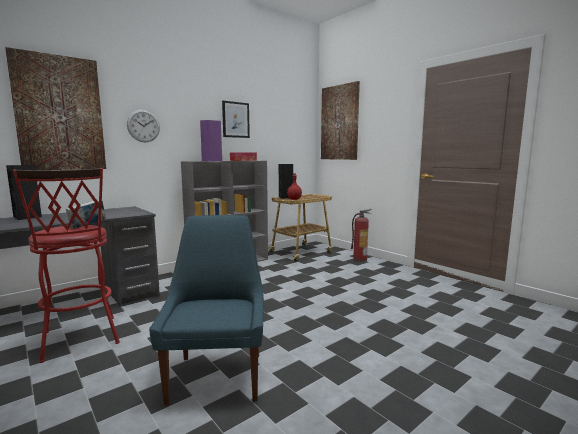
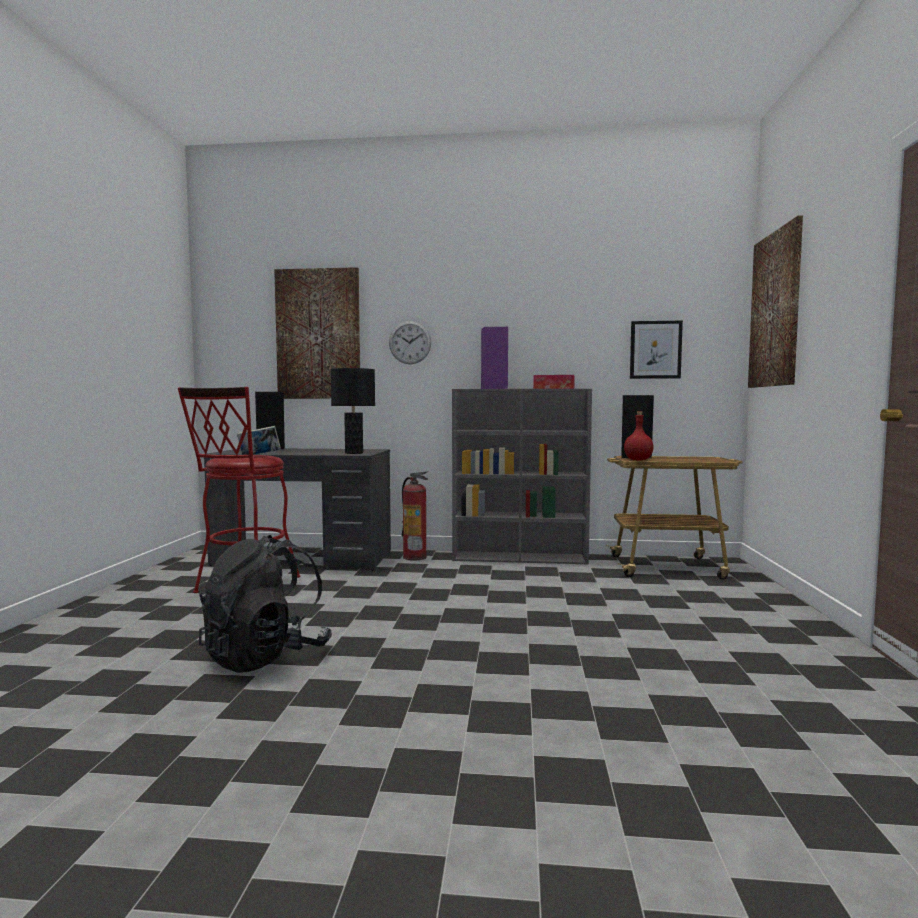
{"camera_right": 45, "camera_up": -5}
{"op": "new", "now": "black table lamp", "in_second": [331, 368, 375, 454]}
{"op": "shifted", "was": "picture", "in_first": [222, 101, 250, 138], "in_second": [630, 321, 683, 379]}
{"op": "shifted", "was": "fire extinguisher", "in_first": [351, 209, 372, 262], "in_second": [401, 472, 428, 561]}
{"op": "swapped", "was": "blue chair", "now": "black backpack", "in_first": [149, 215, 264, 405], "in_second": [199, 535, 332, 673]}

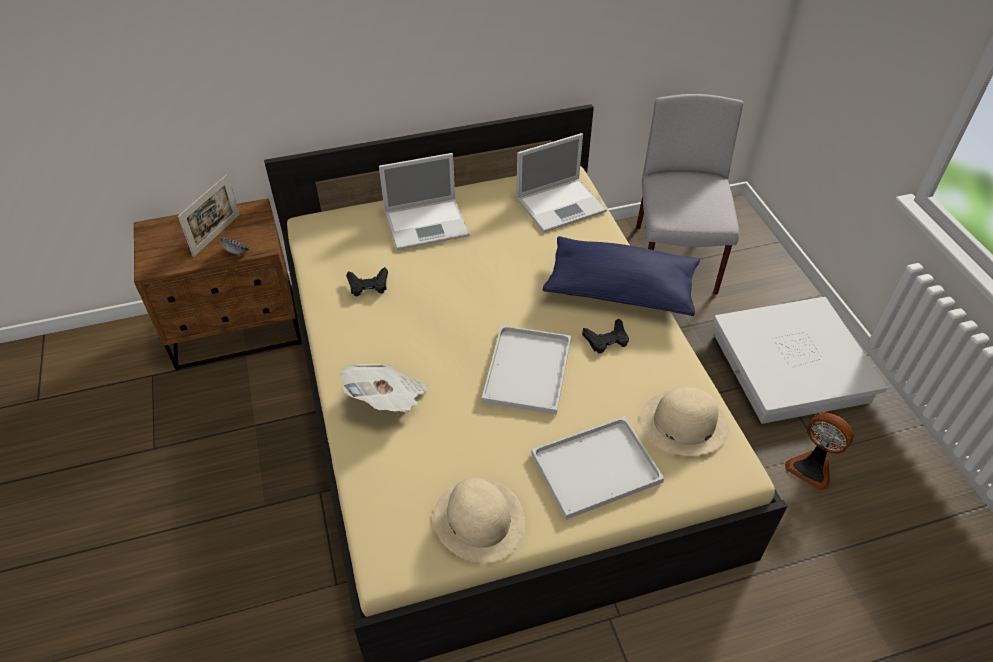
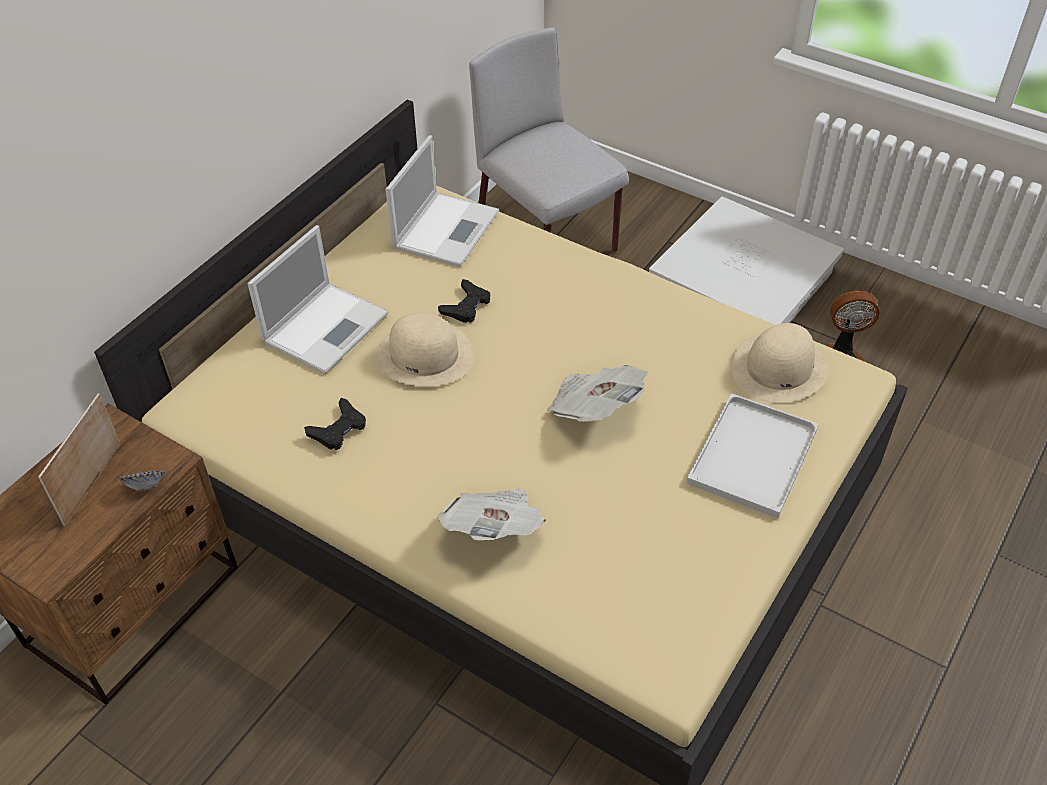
{"camera_right": -40, "camera_up": 0}
{"op": "gone", "was": "blue pillow", "in_first": [543, 236, 700, 316]}
{"op": "shifted", "was": "beige hat", "in_first": [433, 478, 525, 563], "in_second": [375, 313, 474, 386]}
{"op": "shifted", "was": "black game controller", "in_first": [582, 318, 629, 354], "in_second": [438, 279, 490, 323]}
{"op": "swapped", "was": "white tray", "now": "newspaper", "in_first": [482, 325, 571, 415], "in_second": [547, 365, 648, 422]}
{"op": "rotated", "was": "picture frame", "in_first": [178, 174, 240, 257], "in_second": [38, 393, 120, 526], "clockwise": -150}

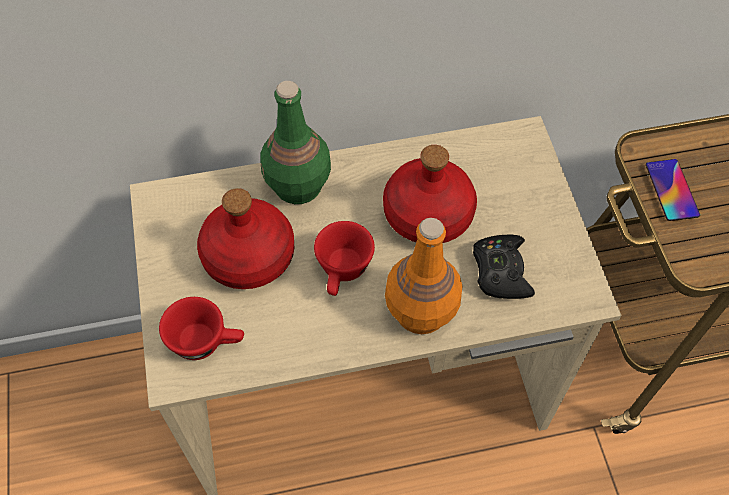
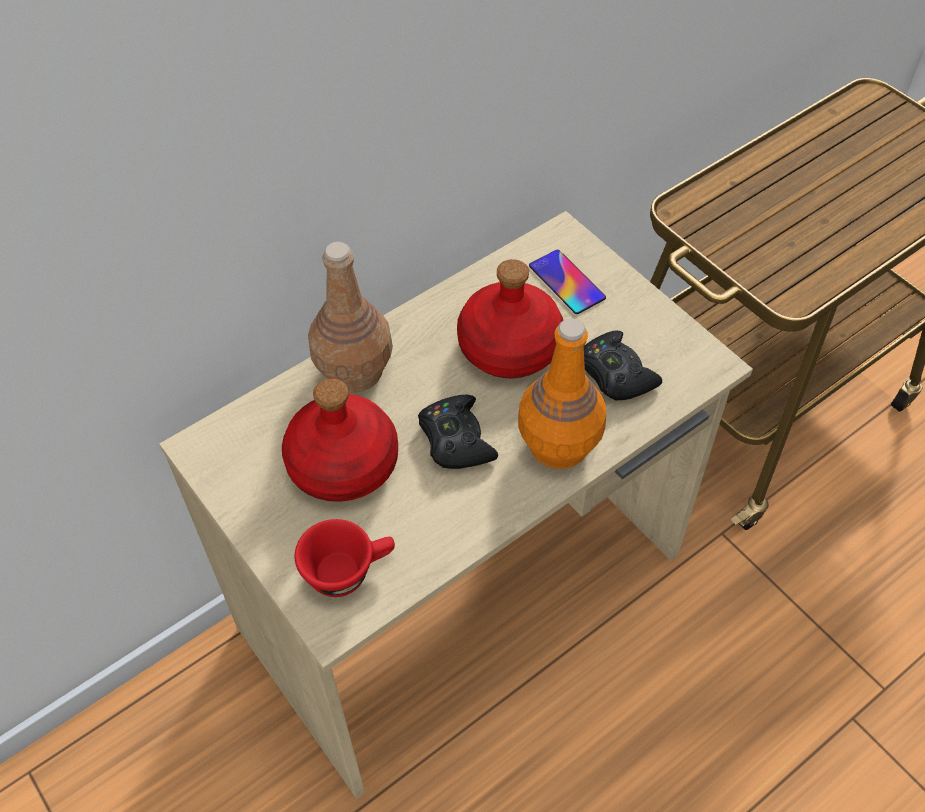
{"camera_right": -25, "camera_up": -5}
{"op": "shifted", "was": "phone", "in_first": [646, 159, 700, 221], "in_second": [529, 250, 606, 314]}
{"op": "swapped", "was": "red cup", "now": "black game controller", "in_first": [314, 221, 375, 296], "in_second": [418, 394, 498, 469]}
{"op": "repainted", "was": "green bottle", "now": "brown bottle", "in_first": [260, 81, 331, 204], "in_second": [308, 242, 393, 393]}

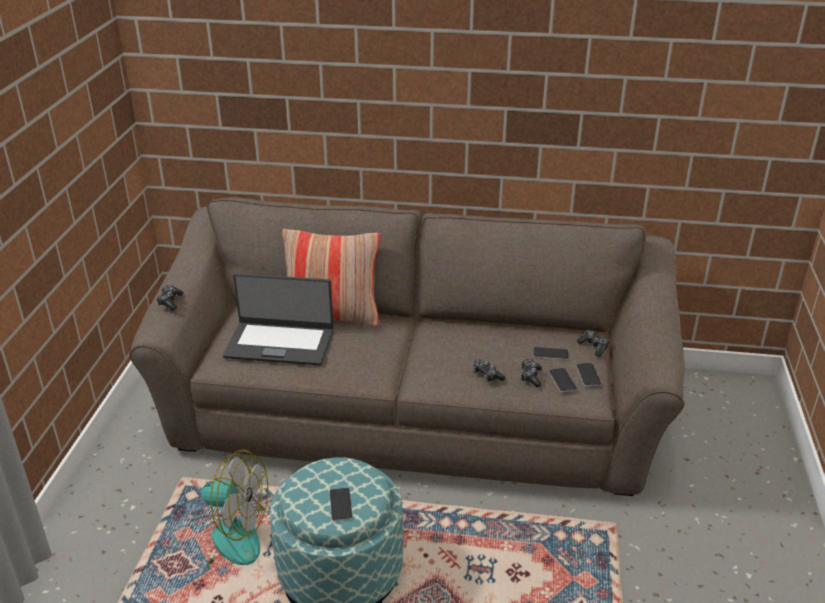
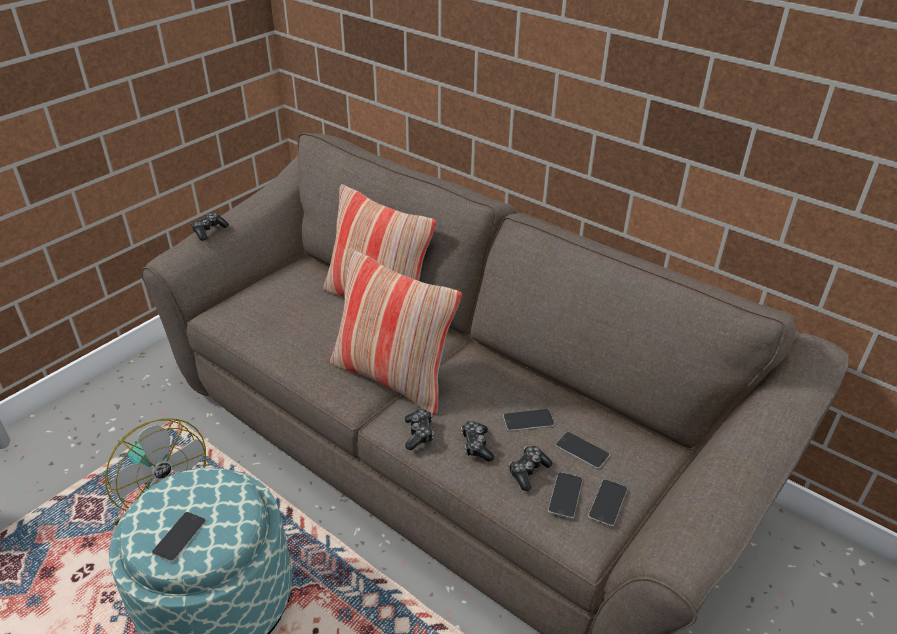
{"camera_right": 30, "camera_up": 5}
{"op": "gone", "was": "laptop", "in_first": [223, 273, 334, 366]}
{"op": "new", "now": "pillow", "in_second": [330, 248, 462, 415]}
{"op": "new", "now": "phone", "in_second": [503, 409, 555, 431]}
{"op": "shifted", "was": "game controller", "in_first": [577, 330, 609, 356], "in_second": [405, 409, 434, 450]}

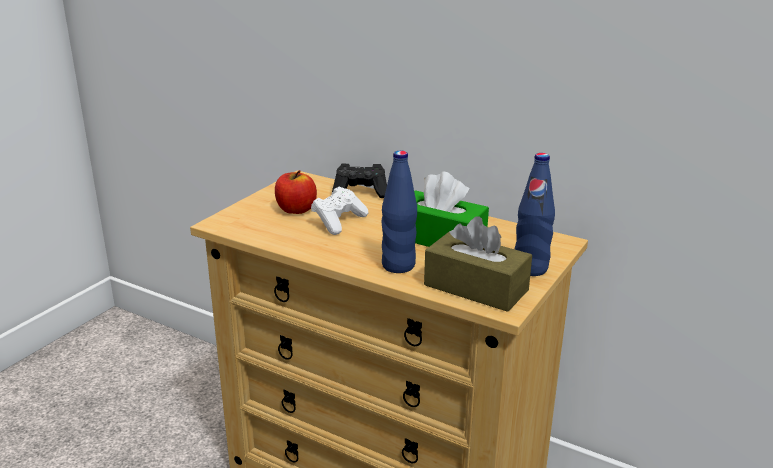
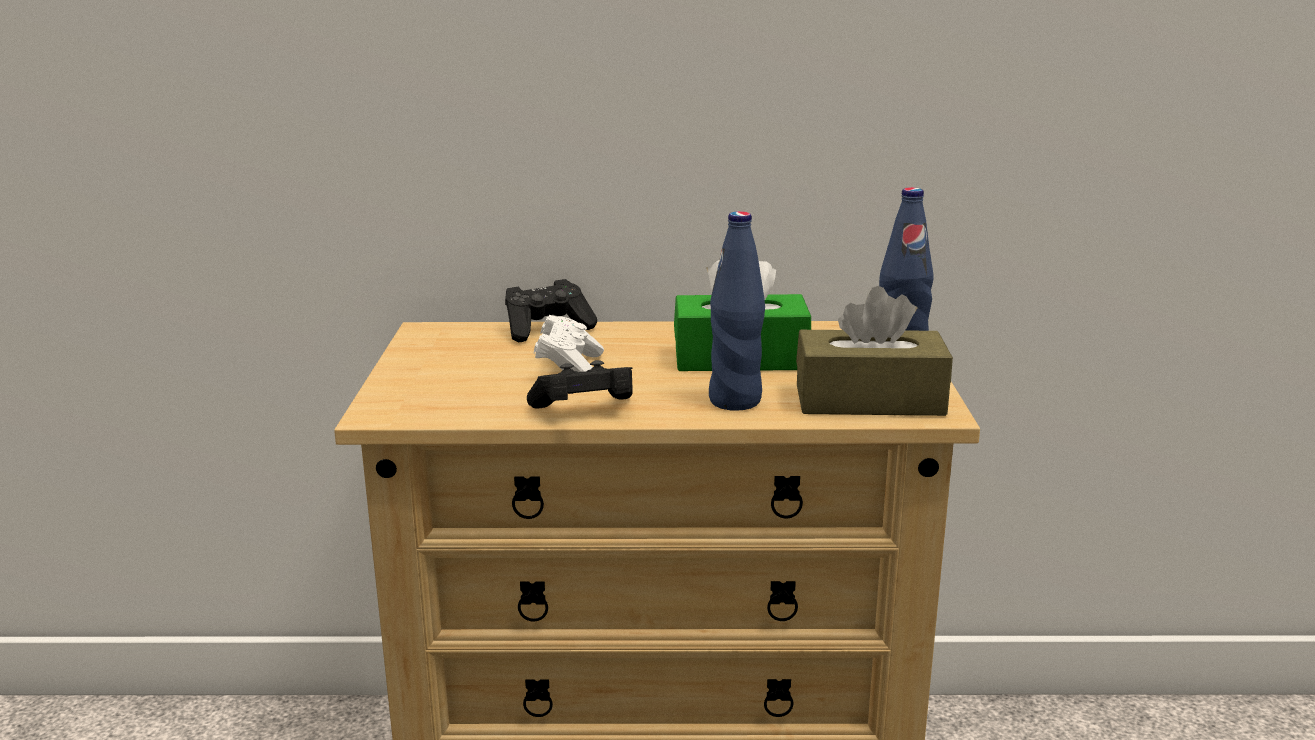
{"camera_right": -30, "camera_up": -5}
{"op": "gone", "was": "apple", "in_first": [275, 170, 317, 214]}
{"op": "new", "now": "black game controller", "in_second": [527, 360, 633, 408]}

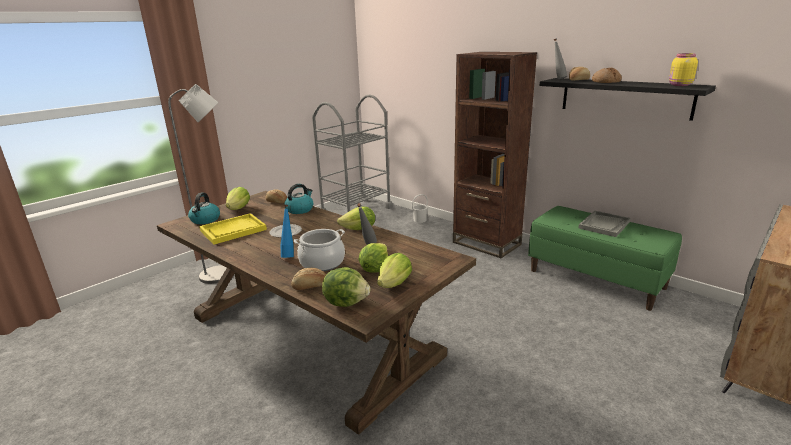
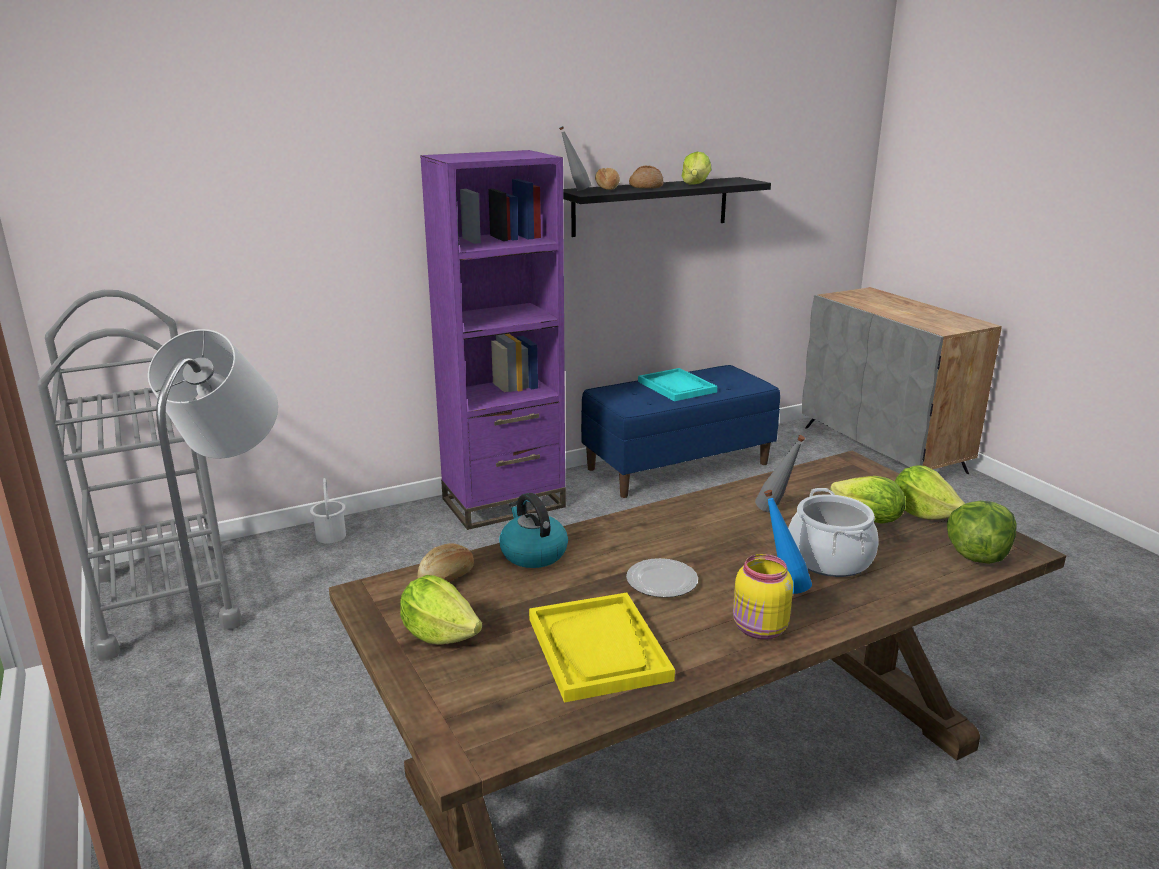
{"camera_right": -70, "camera_up": 0}
{"op": "gone", "was": "kettle", "in_first": [188, 193, 220, 224]}
{"op": "gone", "was": "bread", "in_first": [291, 268, 326, 290]}
{"op": "shifted", "was": "lettuce", "in_first": [337, 206, 375, 230], "in_second": [682, 152, 711, 185]}
{"op": "shifted", "was": "yellow jar", "in_first": [669, 53, 698, 86], "in_second": [733, 554, 793, 639]}
{"op": "repainted", "was": "brown bookcase", "now": "purple bookcase", "in_first": [453, 52, 537, 258], "in_second": [420, 150, 566, 530]}
{"op": "repainted", "was": "green bench", "now": "blue bench", "in_first": [528, 206, 682, 311], "in_second": [581, 365, 780, 498]}
{"op": "repainted", "was": "grey tray", "now": "turquoise tray", "in_first": [579, 211, 630, 237], "in_second": [638, 368, 717, 401]}

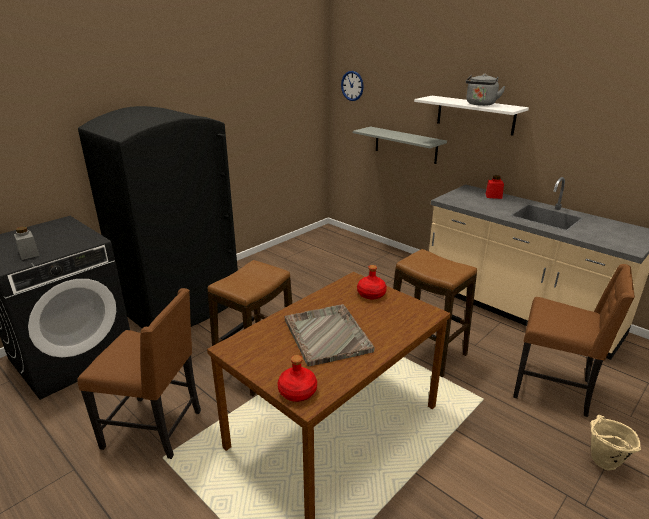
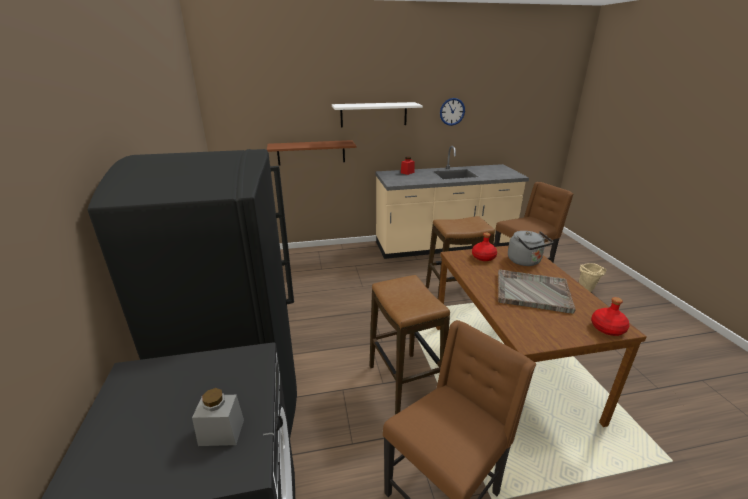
{"camera_right": -55, "camera_up": 0}
{"op": "shifted", "was": "wall clock", "in_first": [341, 71, 364, 101], "in_second": [440, 98, 465, 126]}
{"op": "shifted", "was": "grey kettle", "in_first": [466, 74, 506, 106], "in_second": [508, 231, 553, 266]}
{"op": "repainted", "was": "grey shelf", "now": "brown shelf", "in_first": [353, 126, 447, 164], "in_second": [267, 140, 356, 165]}

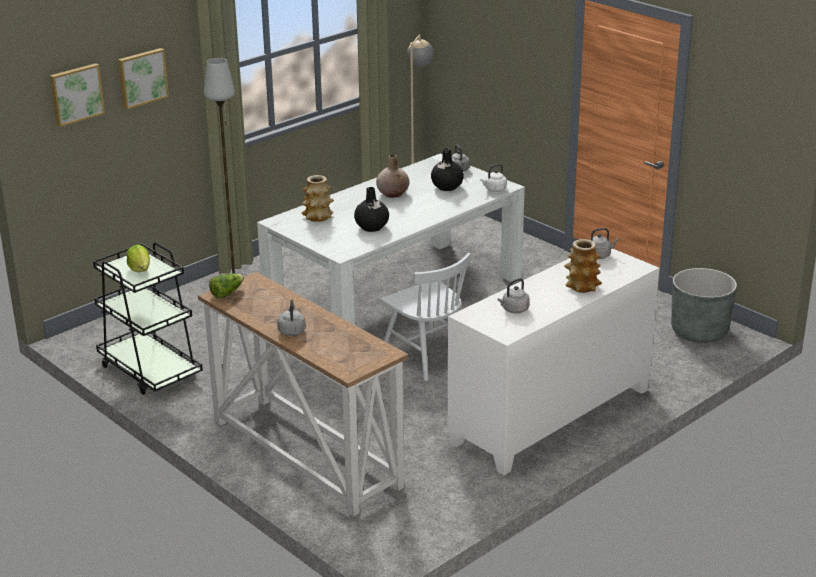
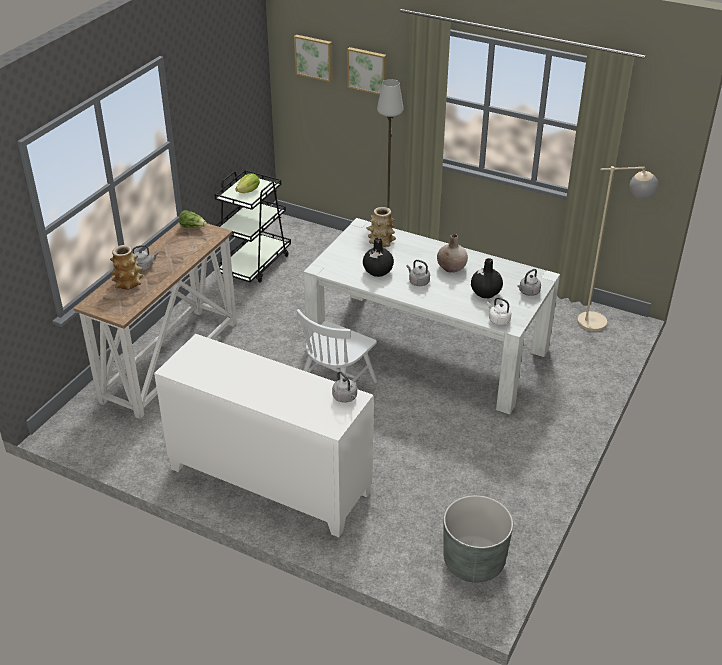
{"camera_right": 70, "camera_up": 10}
{"op": "shifted", "was": "grey kettle", "in_first": [498, 278, 530, 313], "in_second": [407, 260, 430, 286]}
{"op": "shifted", "was": "vase", "in_first": [564, 239, 602, 293], "in_second": [110, 245, 143, 290]}

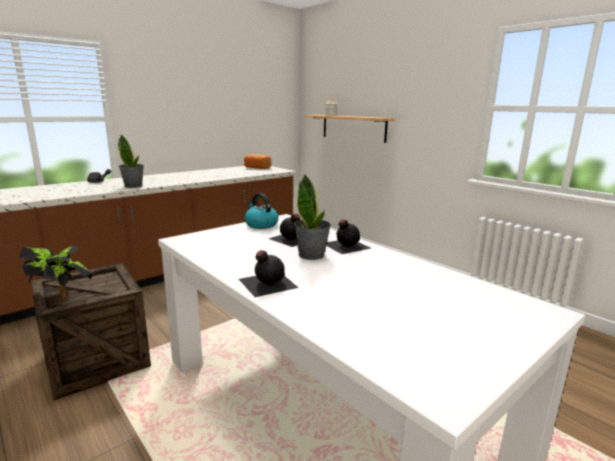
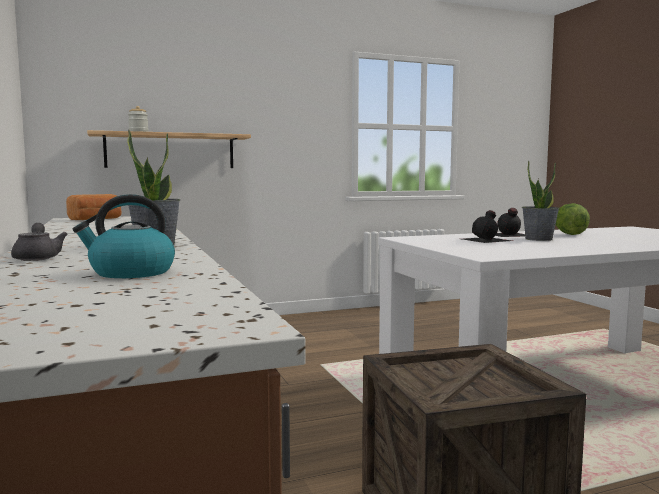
{"camera_right": -70, "camera_up": -10}
{"op": "gone", "was": "potted plant", "in_first": [19, 245, 93, 303]}
{"op": "gone", "was": "black bottle", "in_first": [239, 250, 298, 297]}
{"op": "new", "now": "lettuce", "in_second": [555, 203, 590, 235]}
{"op": "shifted", "was": "kettle", "in_first": [244, 193, 278, 229], "in_second": [73, 194, 175, 278]}

